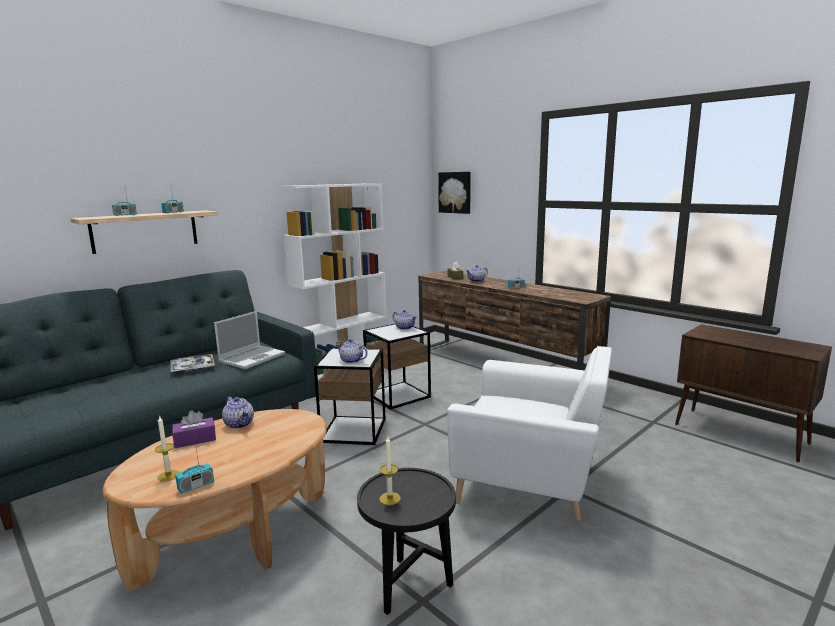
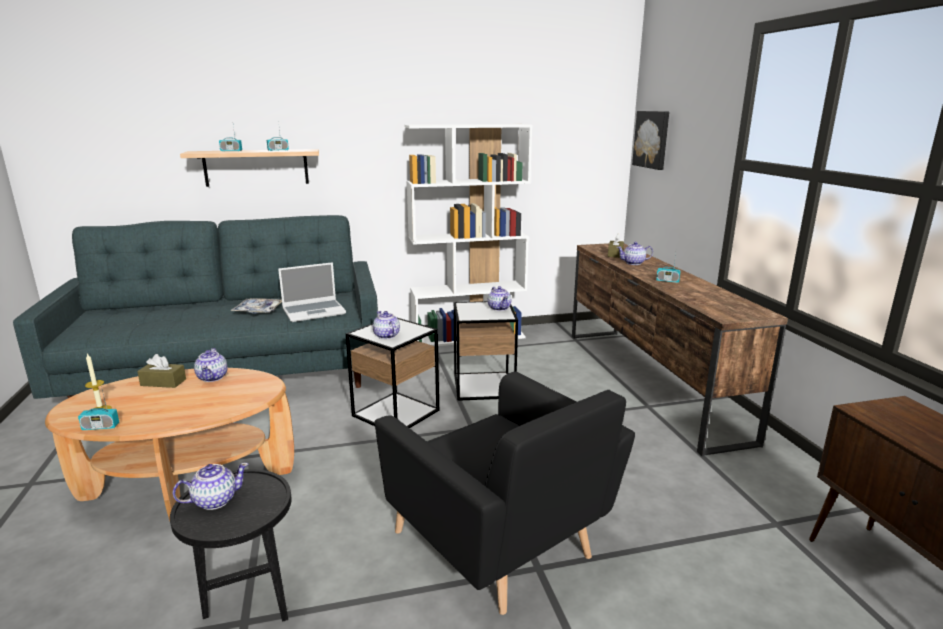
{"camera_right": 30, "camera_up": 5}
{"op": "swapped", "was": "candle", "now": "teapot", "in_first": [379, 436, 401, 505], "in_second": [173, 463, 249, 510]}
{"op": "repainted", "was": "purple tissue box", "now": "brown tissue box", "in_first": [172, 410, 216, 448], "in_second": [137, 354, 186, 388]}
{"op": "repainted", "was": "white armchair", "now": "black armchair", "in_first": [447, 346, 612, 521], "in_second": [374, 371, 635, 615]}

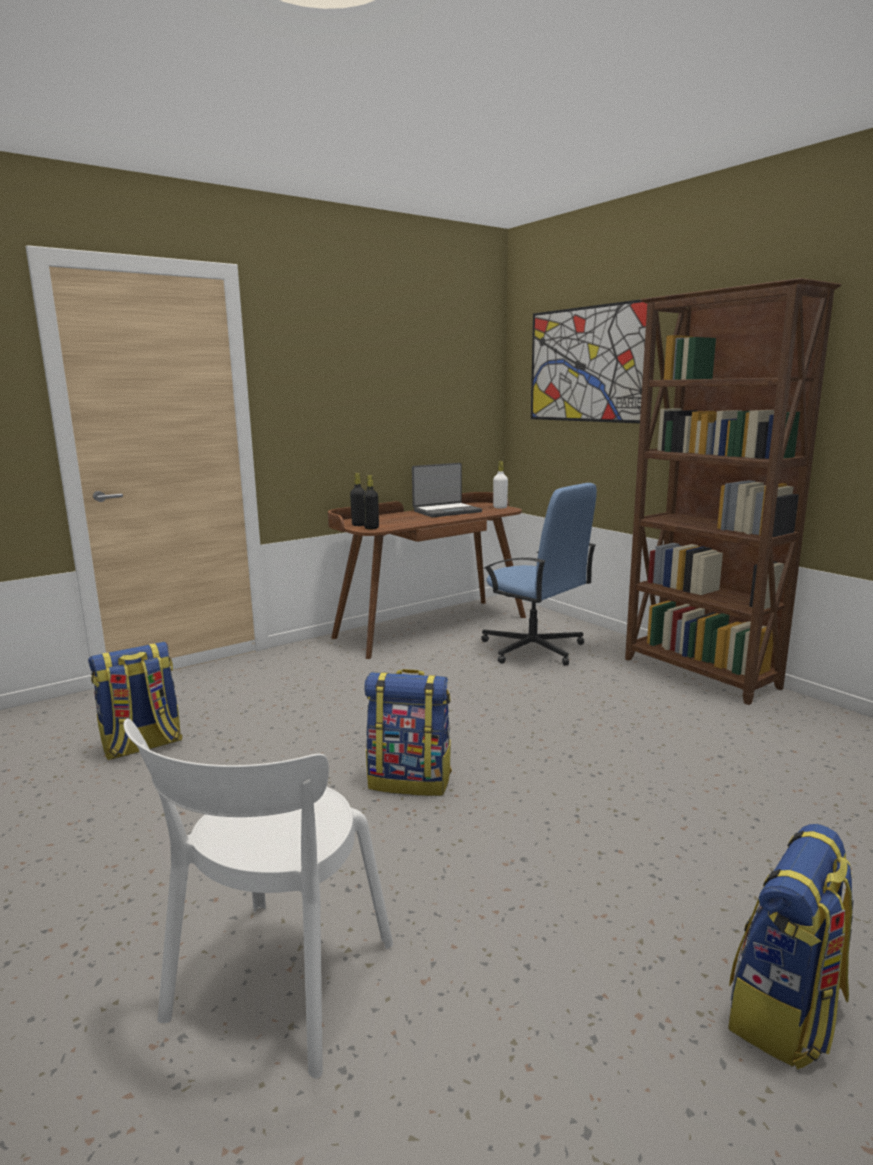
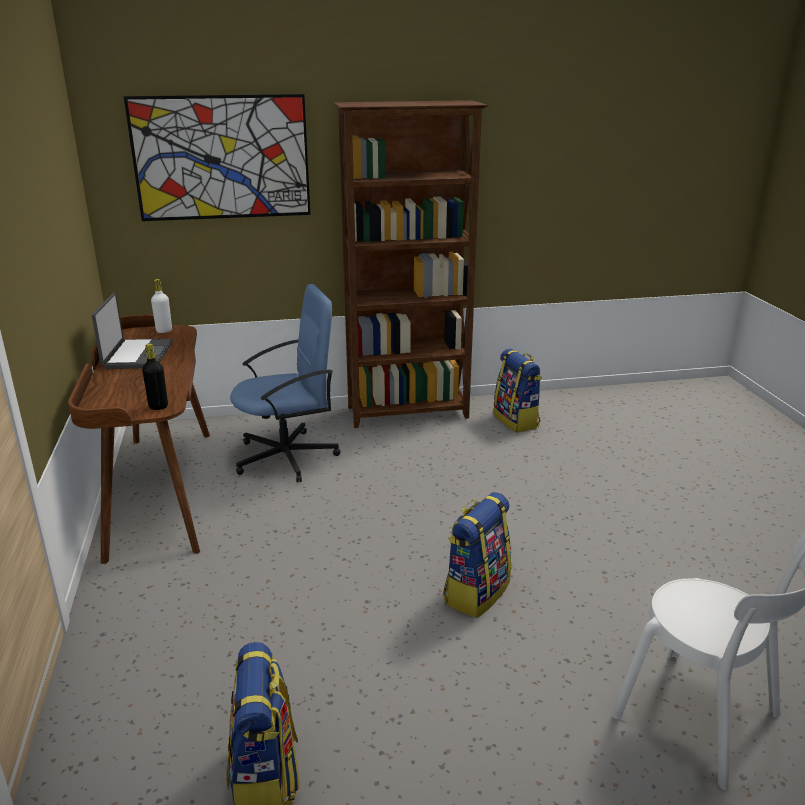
{"camera_right": -65, "camera_up": 10}
{"op": "gone", "was": "black bottle", "in_first": [350, 473, 365, 526]}
{"op": "shifted", "was": "backpack", "in_first": [728, 824, 854, 1070], "in_second": [493, 348, 542, 432]}

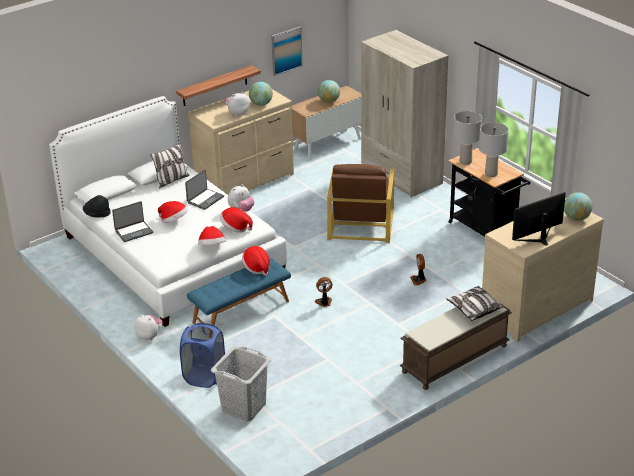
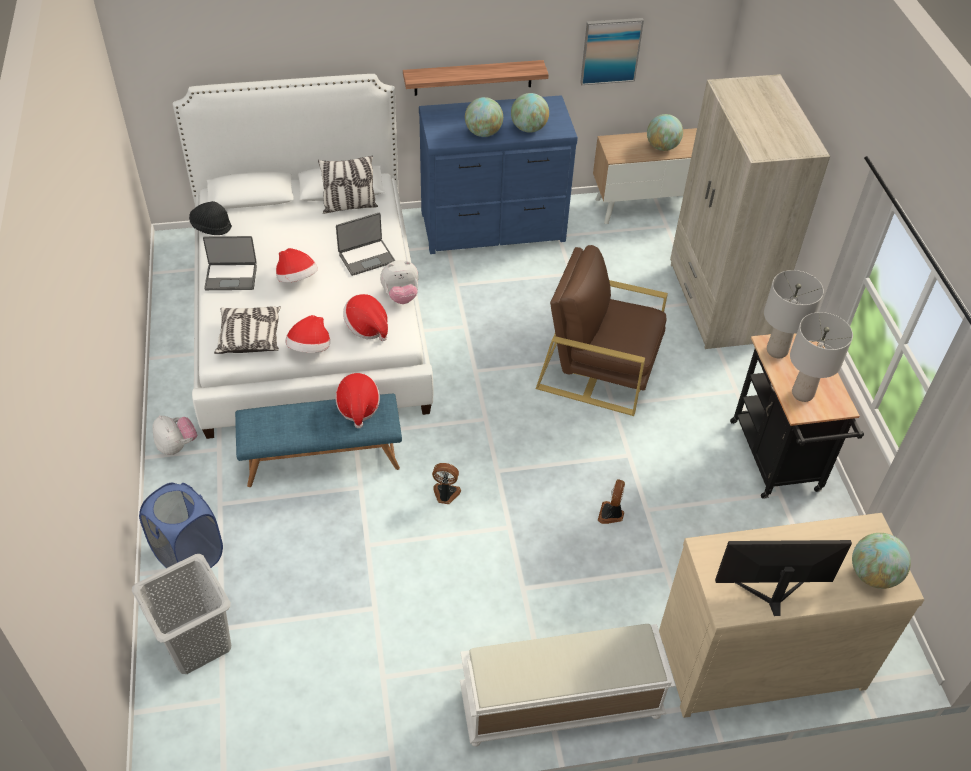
{"camera_right": 25, "camera_up": 15}
{"op": "shifted", "was": "pillow", "in_first": [446, 286, 504, 321], "in_second": [214, 306, 281, 354]}
{"op": "swapped", "was": "plush toy", "now": "globe", "in_first": [225, 92, 249, 116], "in_second": [465, 97, 503, 137]}
{"op": "repainted", "was": "beige dresser", "now": "blue dresser", "in_first": [188, 89, 294, 195], "in_second": [419, 95, 578, 254]}
{"op": "repainted", "was": "brown bench", "now": "white bench", "in_first": [400, 306, 512, 390], "in_second": [460, 624, 675, 747]}
{"op": "rotated", "was": "brown armchair", "in_first": [327, 164, 395, 243], "in_second": [536, 245, 668, 416], "clockwise": 75}

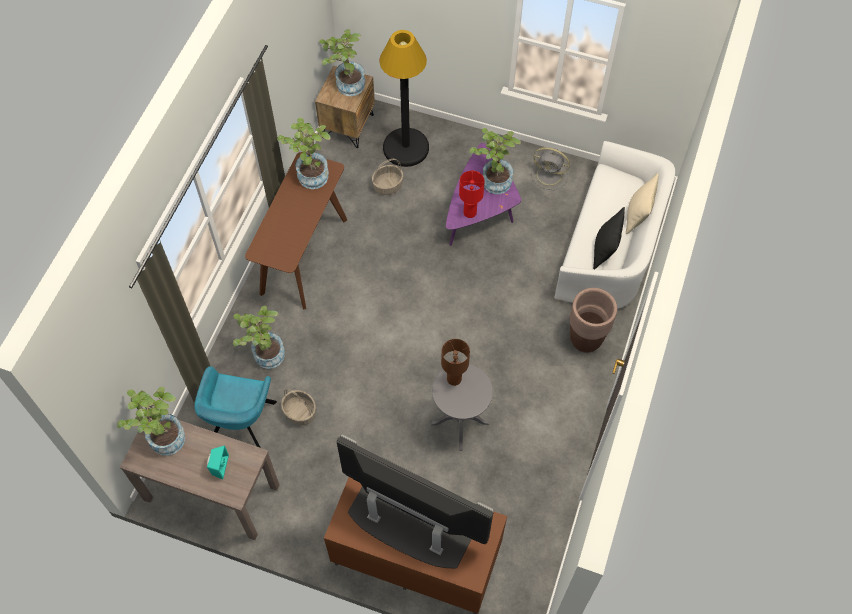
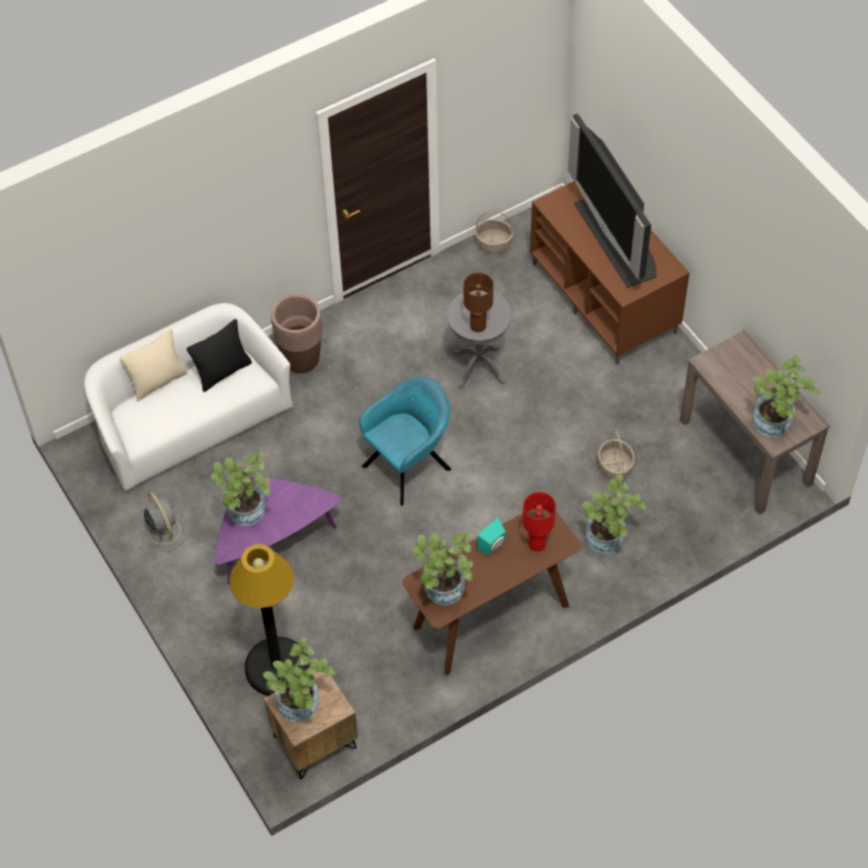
{"camera_right": -140, "camera_up": -5}
{"op": "shifted", "was": "turquoise armchair", "in_first": [195, 366, 277, 448], "in_second": [359, 376, 451, 506]}
{"op": "shifted", "was": "turquoise speaker", "in_first": [207, 445, 229, 480], "in_second": [477, 517, 506, 555]}
{"op": "shifted", "was": "basket", "in_first": [372, 159, 403, 195], "in_second": [475, 211, 514, 253]}
{"op": "shifted", "was": "red table lamp", "in_first": [459, 171, 485, 218], "in_second": [523, 492, 556, 552]}

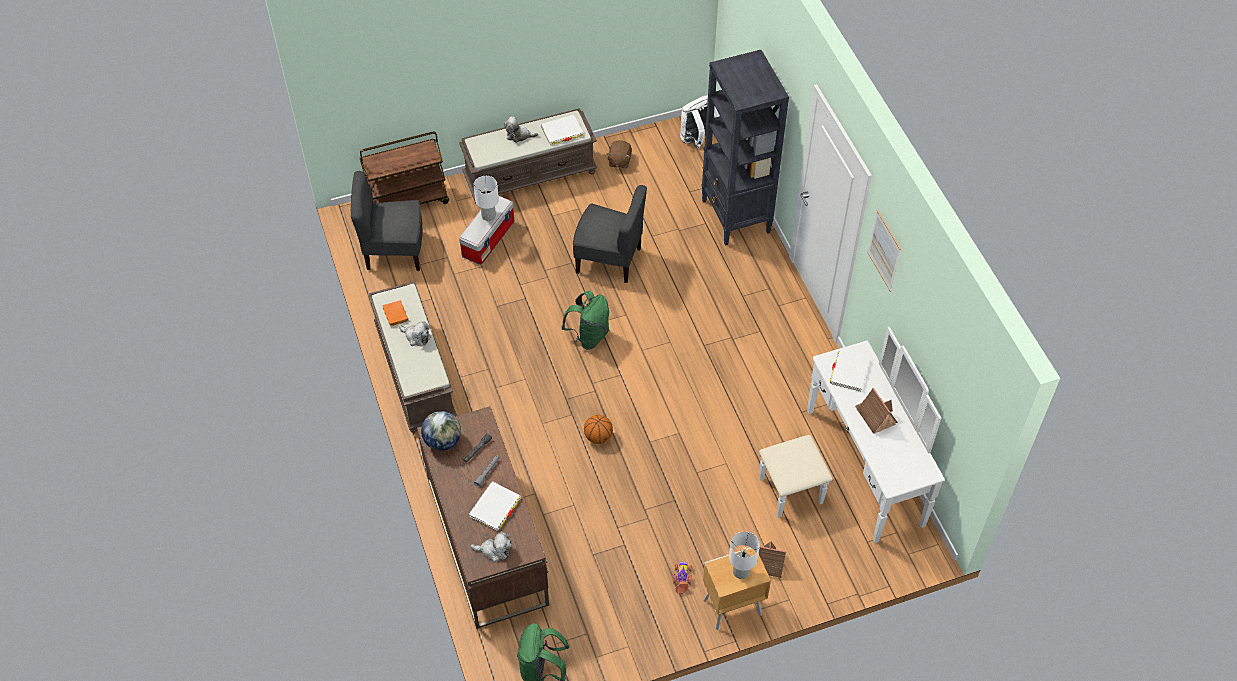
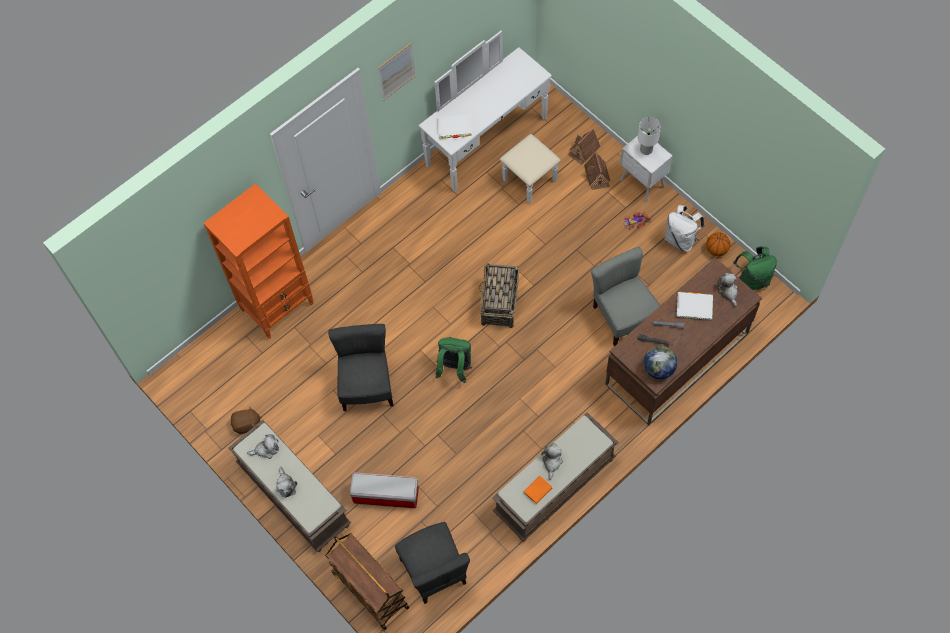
{"camera_right": -110, "camera_up": 10}
{"op": "gone", "was": "white table lamp", "in_first": [473, 176, 499, 221]}
{"op": "new", "now": "basket", "in_second": [479, 263, 519, 328]}
{"op": "new", "now": "grey chair", "in_second": [591, 247, 661, 346]}
{"op": "shifted", "was": "basketball", "in_first": [584, 415, 613, 444], "in_second": [706, 232, 731, 256]}
{"op": "shifted", "was": "white backpack", "in_first": [680, 95, 719, 148], "in_second": [665, 205, 704, 252]}
{"op": "shifted", "was": "toy house", "in_first": [855, 388, 898, 434], "in_second": [568, 128, 600, 165]}
{"op": "swapped", "was": "white book", "now": "plush toy", "in_first": [541, 115, 584, 145], "in_second": [247, 434, 279, 459]}
{"op": "repainted", "was": "black bookcase", "now": "orange bookcase", "in_first": [701, 50, 789, 246], "in_second": [204, 183, 313, 339]}
{"op": "repainted", "was": "brown nightstand", "now": "white nightstand", "in_first": [703, 548, 771, 630], "in_second": [620, 131, 672, 203]}

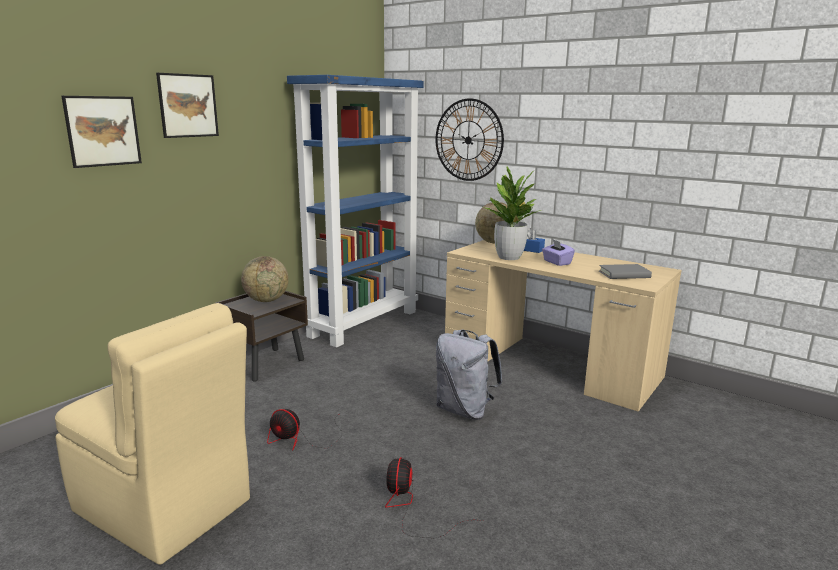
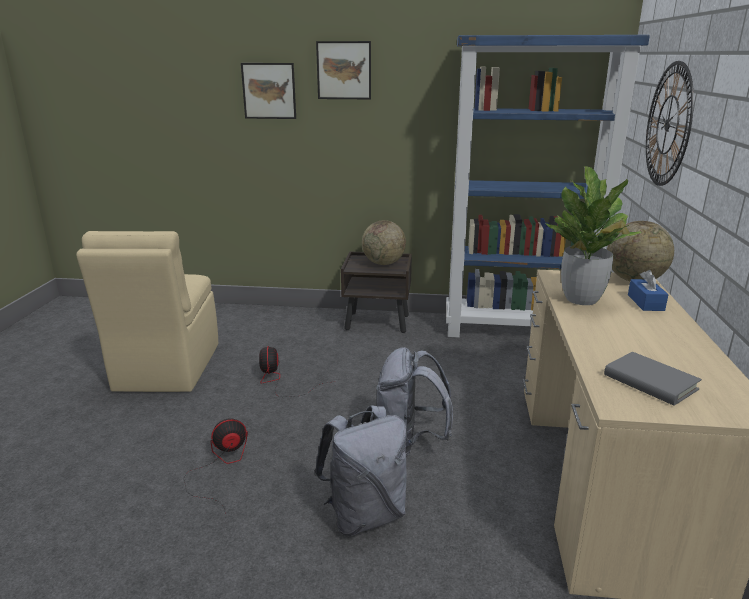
{"camera_right": 60, "camera_up": 5}
{"op": "gone", "was": "purple tissue box", "in_first": [542, 239, 575, 266]}
{"op": "new", "now": "grey backpack", "in_second": [314, 405, 407, 536]}

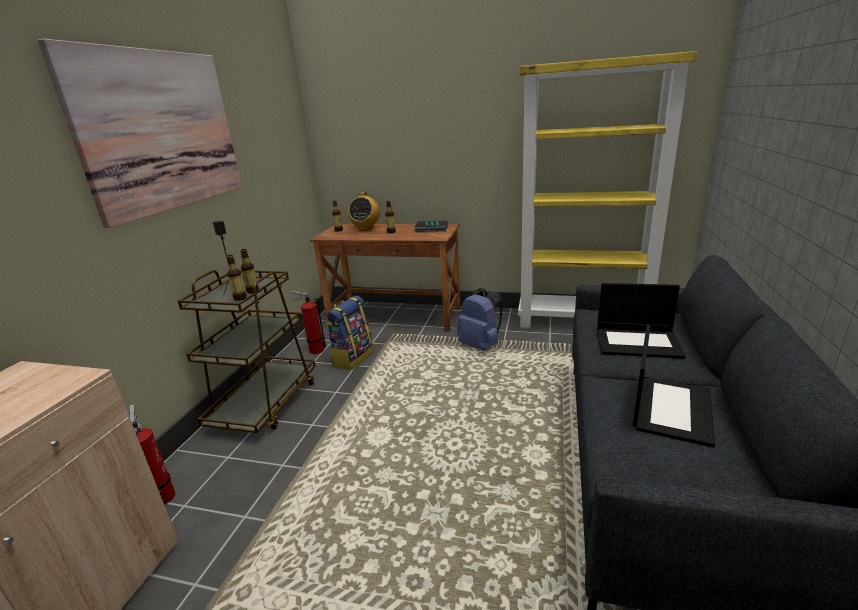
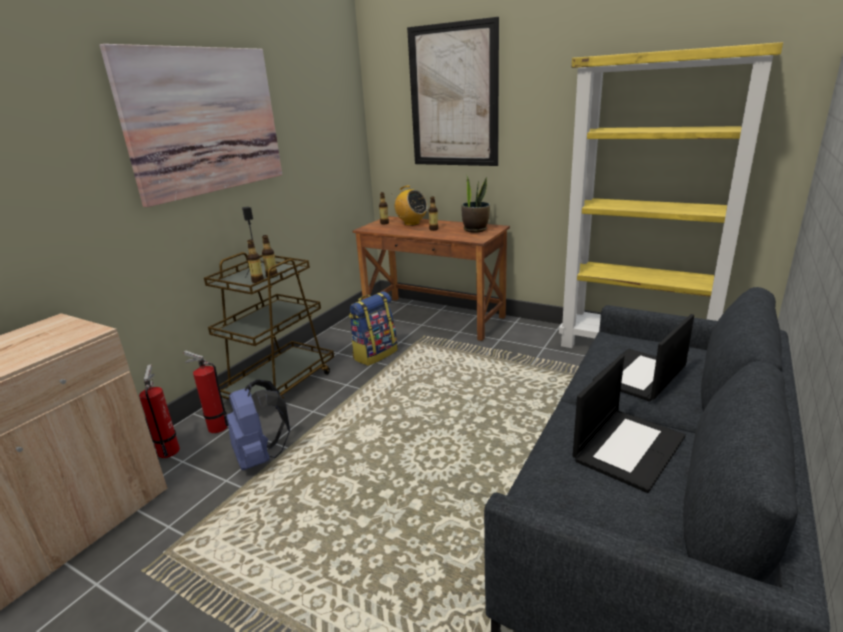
{"camera_right": 15, "camera_up": 0}
{"op": "new", "now": "picture", "in_second": [407, 17, 499, 166]}
{"op": "shifted", "was": "fire extinguisher", "in_first": [293, 291, 326, 354], "in_second": [184, 351, 228, 433]}
{"op": "shifted", "was": "blue backpack", "in_first": [457, 288, 503, 351], "in_second": [226, 379, 290, 470]}
{"op": "swapped", "was": "book", "now": "potted plant", "in_first": [414, 220, 448, 233], "in_second": [462, 176, 490, 233]}
{"op": "rotated", "was": "radio", "in_first": [348, 192, 380, 231], "in_second": [394, 185, 428, 226], "clockwise": -75}
{"op": "rotated", "was": "laptop", "in_first": [597, 283, 686, 359], "in_second": [593, 314, 694, 402], "clockwise": 105}

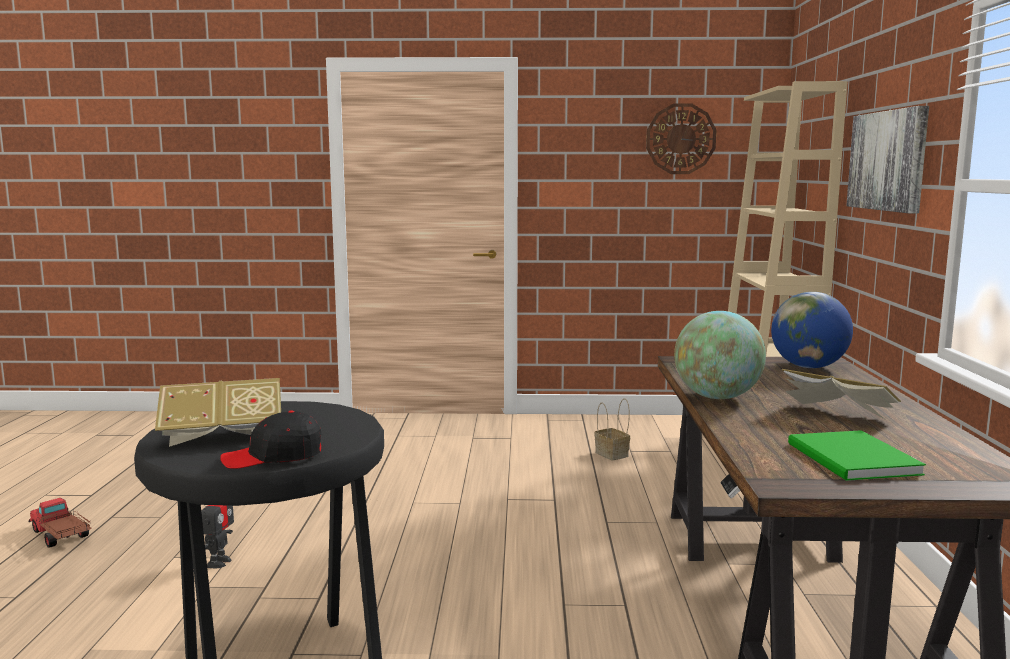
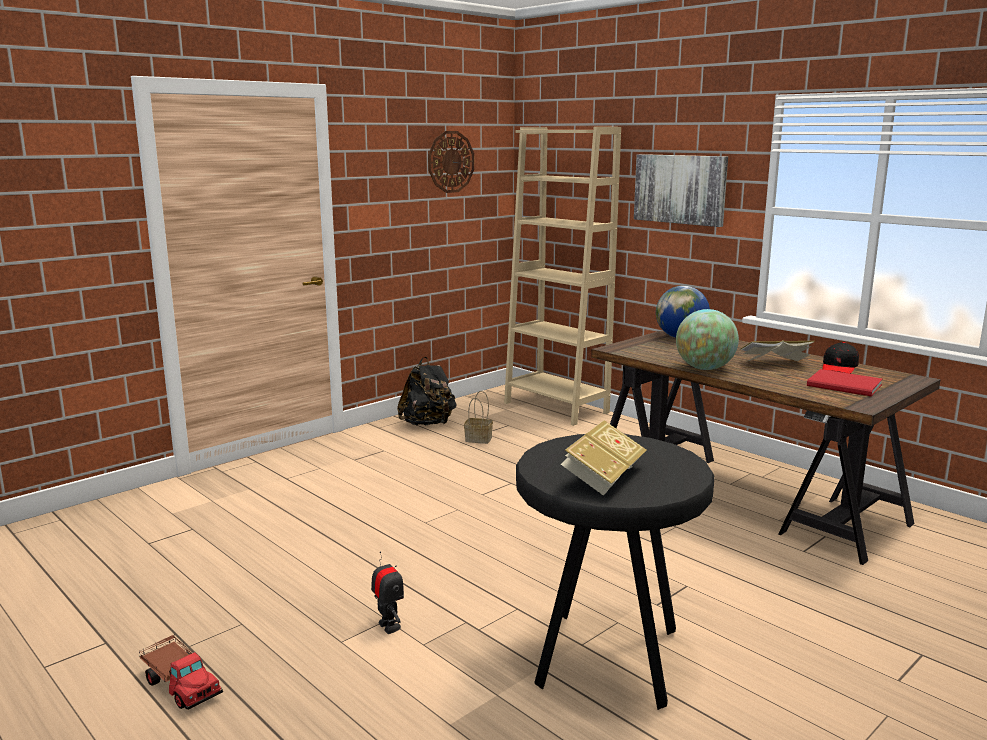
{"camera_right": -45, "camera_up": 5}
{"op": "new", "now": "black backpack", "in_second": [397, 357, 457, 425]}
{"op": "shifted", "was": "black cap", "in_first": [220, 410, 322, 469], "in_second": [823, 342, 859, 374]}
{"op": "repainted", "was": "green book", "now": "red book", "in_first": [788, 430, 926, 481], "in_second": [807, 369, 883, 396]}
{"op": "rotated", "was": "toy truck", "in_first": [29, 498, 92, 548], "in_second": [139, 634, 223, 710], "clockwise": -135}

